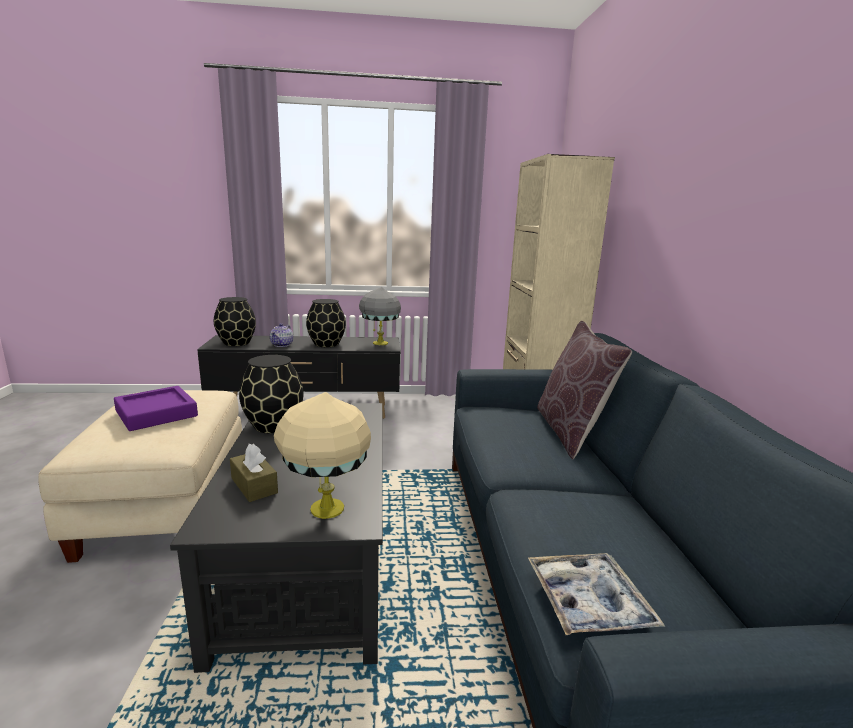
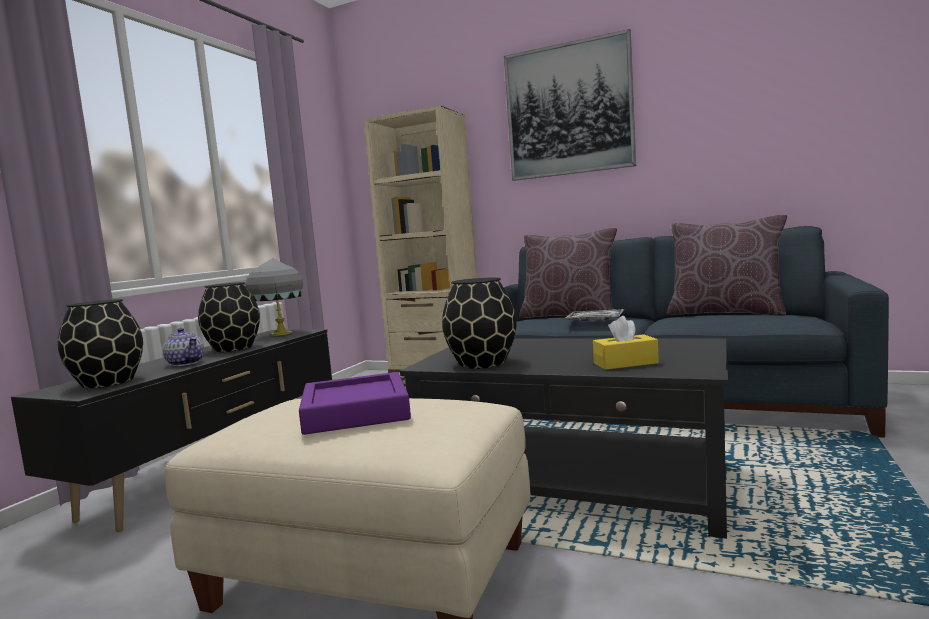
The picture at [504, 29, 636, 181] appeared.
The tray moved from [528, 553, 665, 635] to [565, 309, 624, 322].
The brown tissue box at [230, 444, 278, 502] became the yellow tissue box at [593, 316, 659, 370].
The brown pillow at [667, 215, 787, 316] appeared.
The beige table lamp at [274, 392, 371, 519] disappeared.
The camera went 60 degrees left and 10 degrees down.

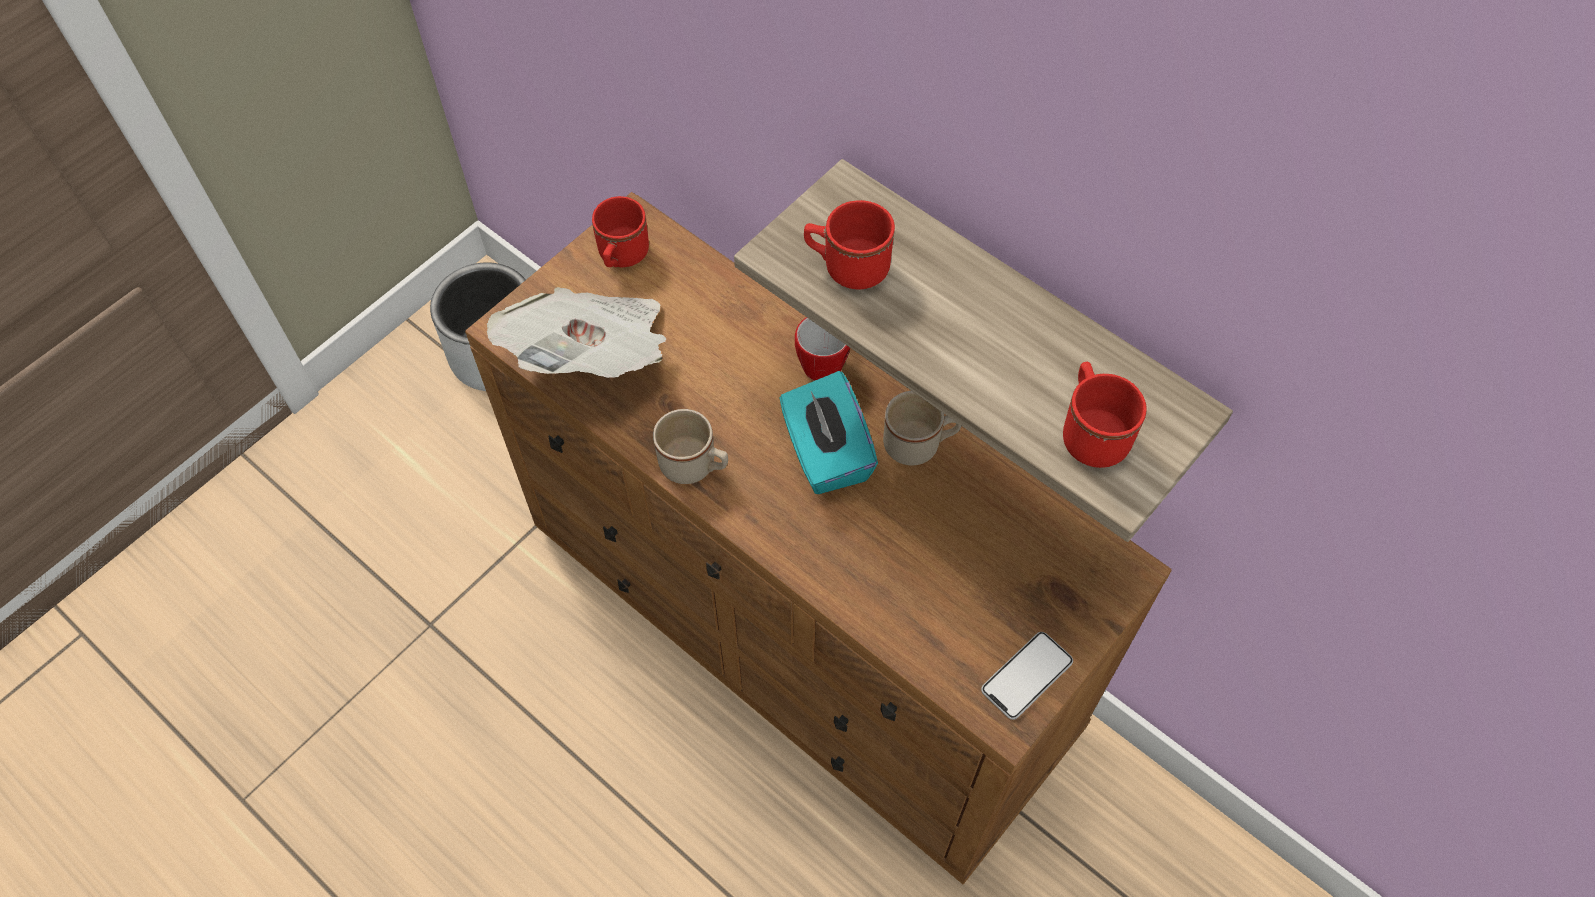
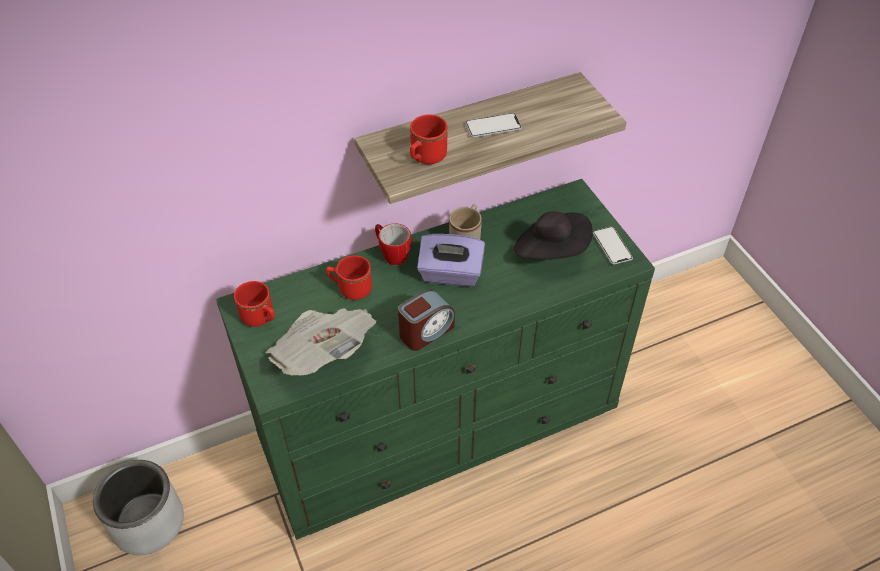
The brown dresser at [465, 192, 1172, 884] became the green dresser at [216, 179, 655, 540].
The red mug moved from [1063, 362, 1147, 468] to [326, 255, 372, 300].
The beige mug at [653, 409, 728, 484] was replaced by the alarm clock at [398, 290, 455, 351].
The turquoise tissue box at [780, 371, 878, 494] became the purple tissue box at [417, 234, 485, 287].
The phone at [465, 113, 522, 138] appeared.
The black hat at [514, 211, 592, 260] appeared.
The camera went 65 degrees left and 10 degrees down.

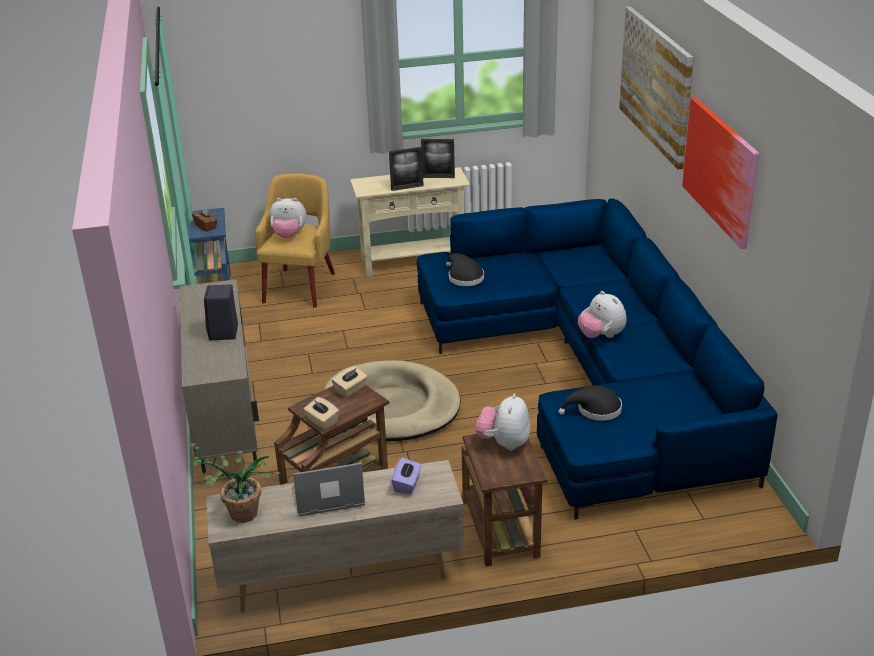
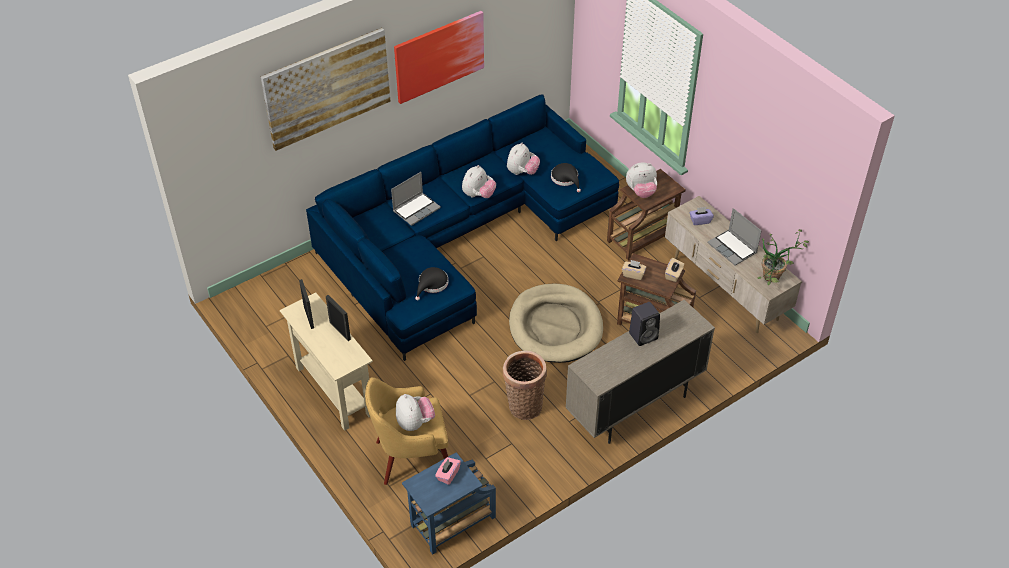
The laptop at [391, 172, 441, 226] appeared.
The brown tissue box at [192, 208, 218, 232] became the pink tissue box at [435, 457, 461, 485].
The basket at [503, 351, 547, 420] appeared.
The plush toy at [507, 142, 540, 175] appeared.
The camera went 115 degrees left and 15 degrees up.

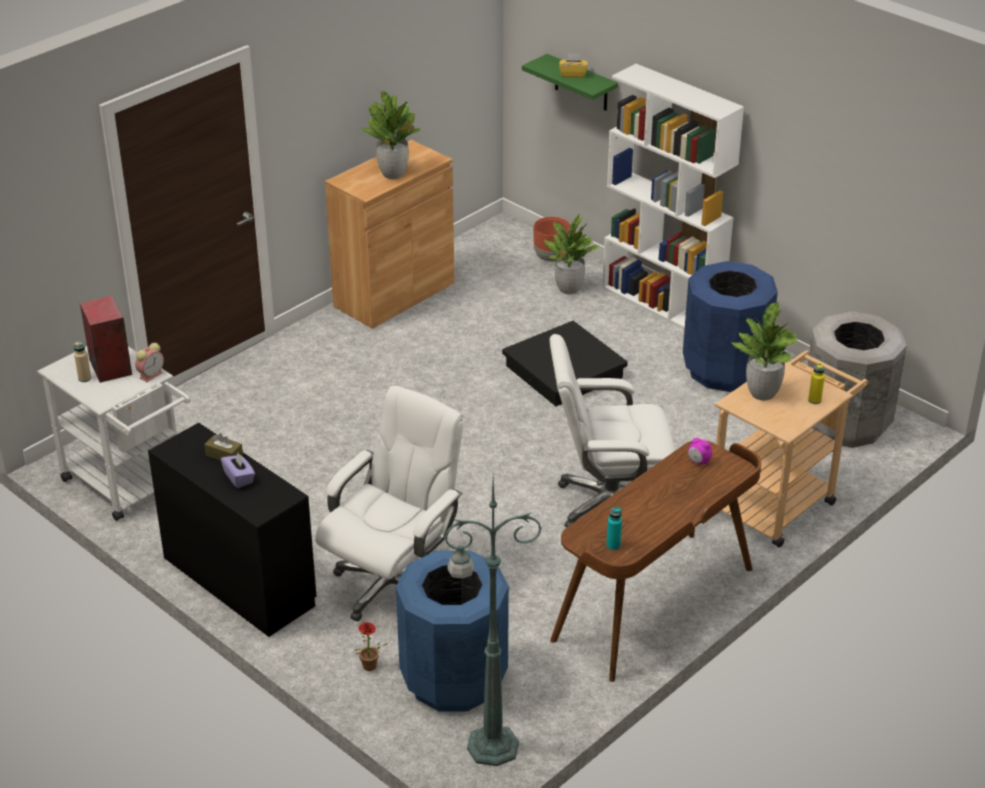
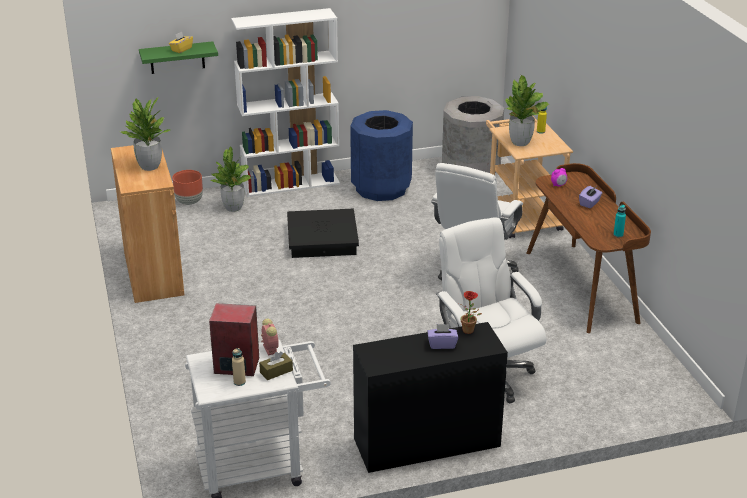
The brown tissue box moved from [204, 433, 243, 461] to [259, 351, 293, 380].
The potted plant moved from [354, 622, 389, 671] to [461, 291, 482, 334].
The purple tissue box at [579, 186, 602, 208] appeared.
The blue trash can at [396, 551, 509, 712] disappeared.
The green floor lamp at [444, 478, 542, 766] disappeared.
The camera went 60 degrees left and 5 degrees down.

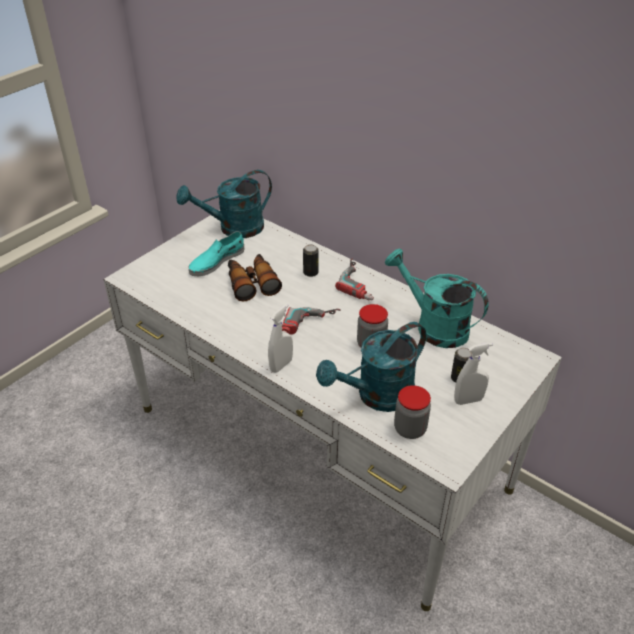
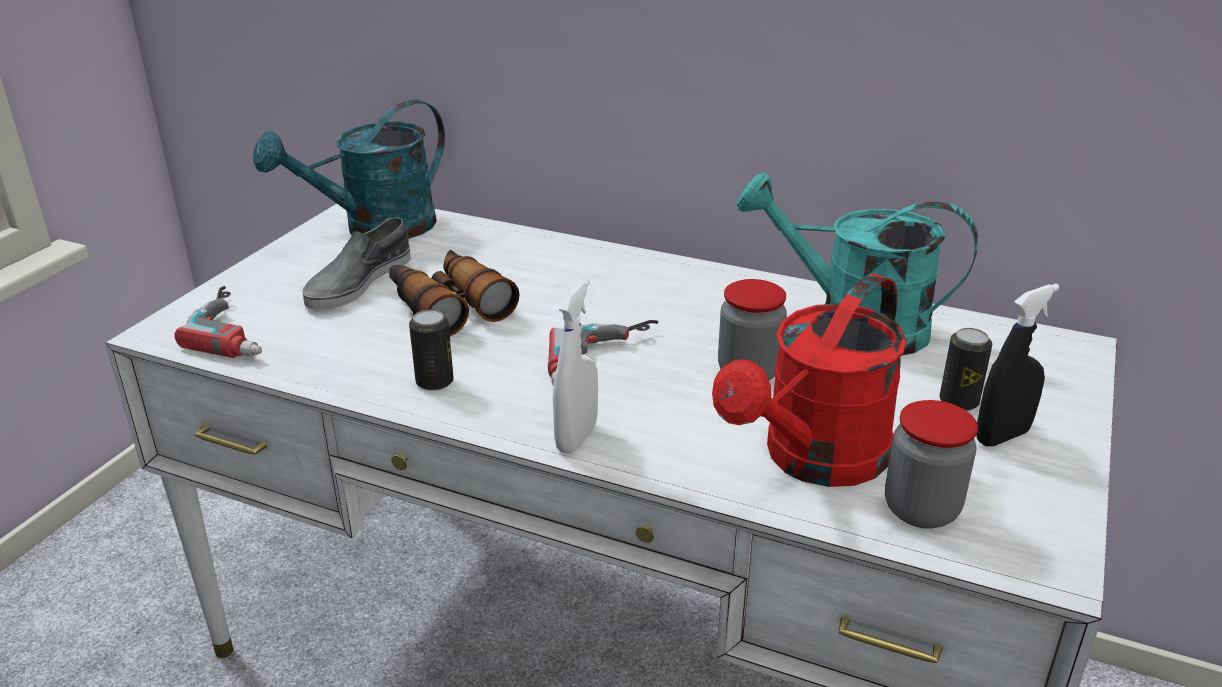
The power drill moved from [335, 258, 374, 300] to [174, 286, 262, 358].
The turquoise shoe at [189, 232, 244, 276] became the grey shoe at [302, 217, 411, 309].
The can moved from [303, 245, 319, 277] to [409, 310, 454, 391].
The turquoise watering can at [316, 322, 426, 412] became the red watering can at [712, 273, 907, 487].
The white spray bottle at [454, 343, 493, 405] became the black spray bottle at [976, 284, 1059, 446].
The camera went 15 degrees left and 10 degrees down.

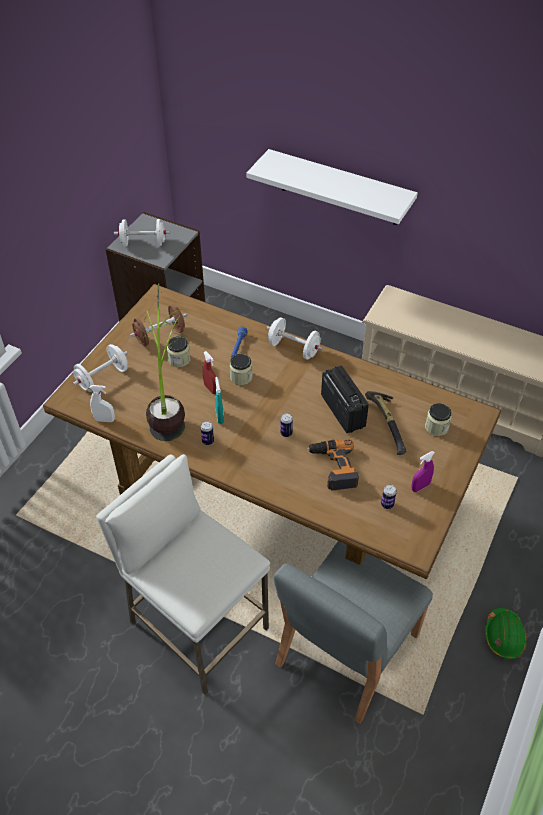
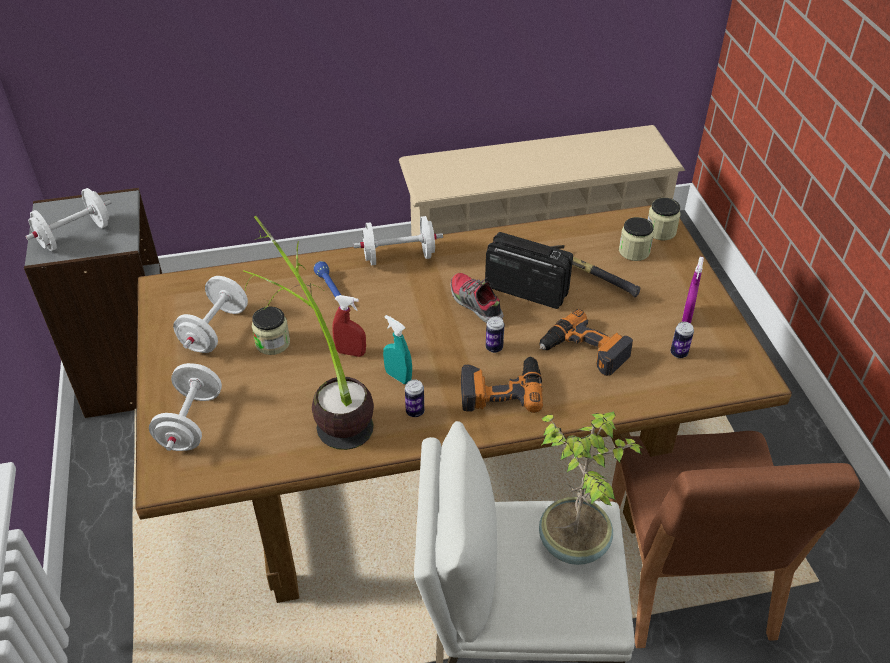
The brown dumbbell at [130, 305, 187, 346] became the white dumbbell at [173, 276, 248, 353].
The shoe at [450, 273, 504, 323] appeared.
The power drill at [461, 357, 543, 413] appeared.
The potted plant at [539, 411, 643, 565] appeared.
The grey chair at [274, 541, 433, 724] became the brown chair at [609, 431, 860, 648].
The jar moved from [229, 354, 253, 385] to [648, 198, 681, 240].
The white spray bottle at [90, 385, 115, 422] disappeared.
The white shelf at [246, 149, 418, 225] disappeared.
The green hard hat at [485, 608, 527, 659] disappeared.
The camera went 40 degrees left and 5 degrees down.

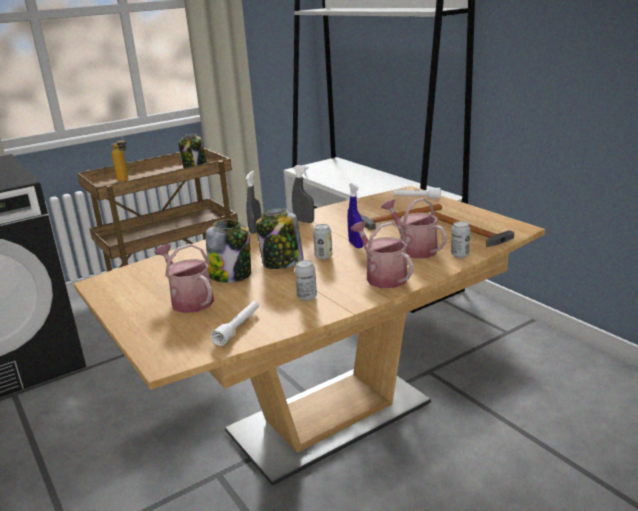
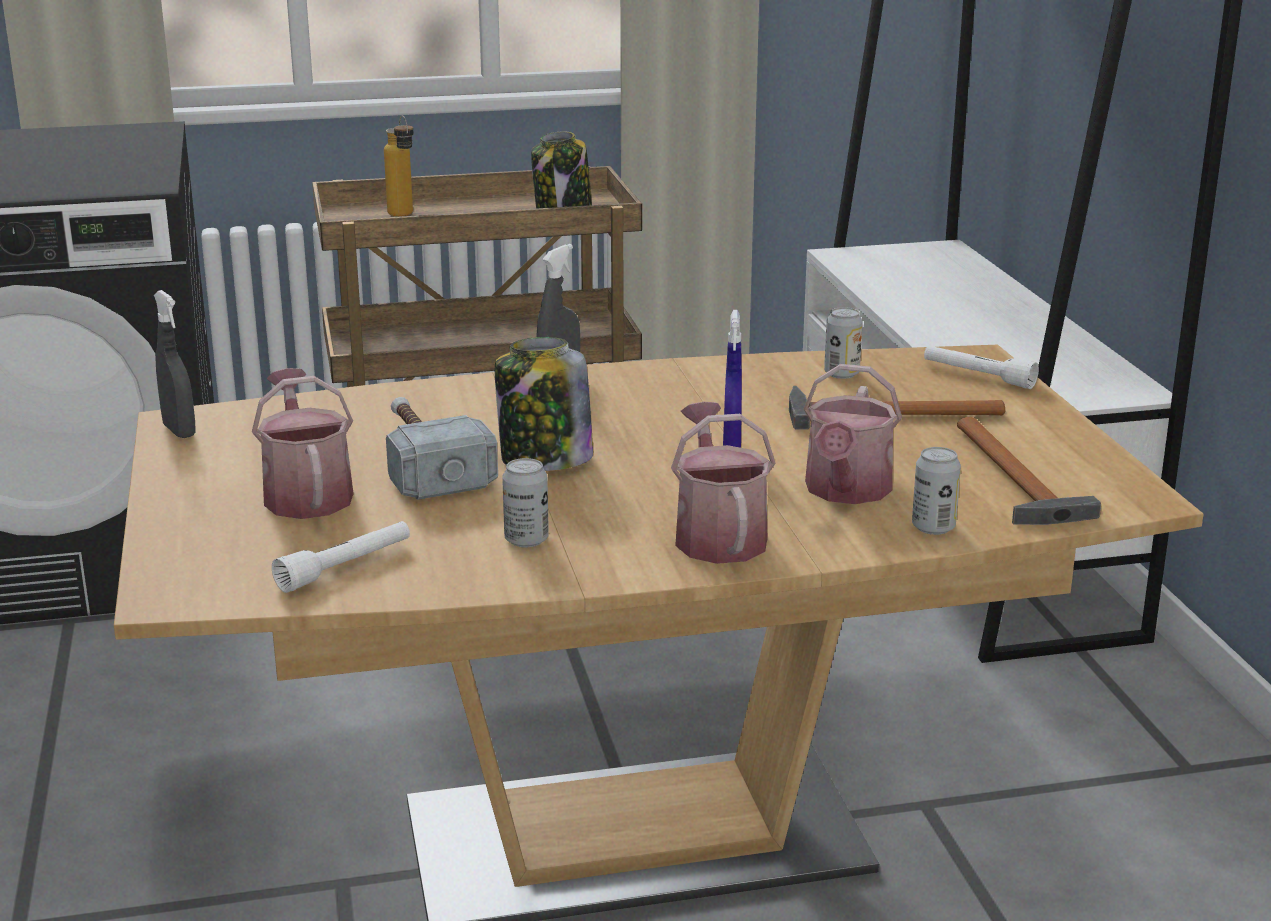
The grey spray bottle moved from [292, 165, 314, 223] to [154, 290, 195, 438].
The jar at [206, 220, 251, 283] was replaced by the hammer at [386, 397, 498, 500].
The watering can at [381, 198, 447, 259] turned 150 degrees counterclockwise.
The can moved from [313, 224, 332, 260] to [824, 307, 863, 379].
The camera went 20 degrees right and 0 degrees up.

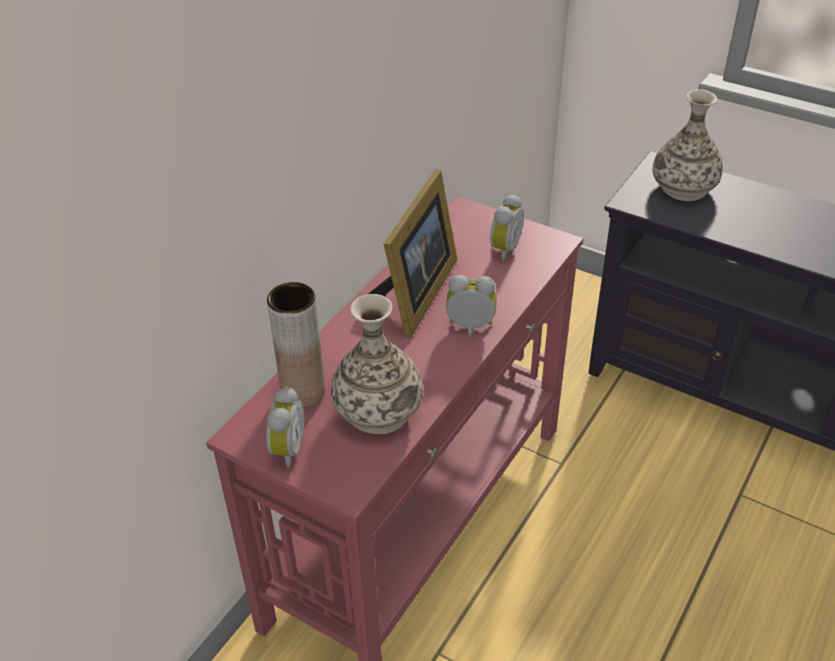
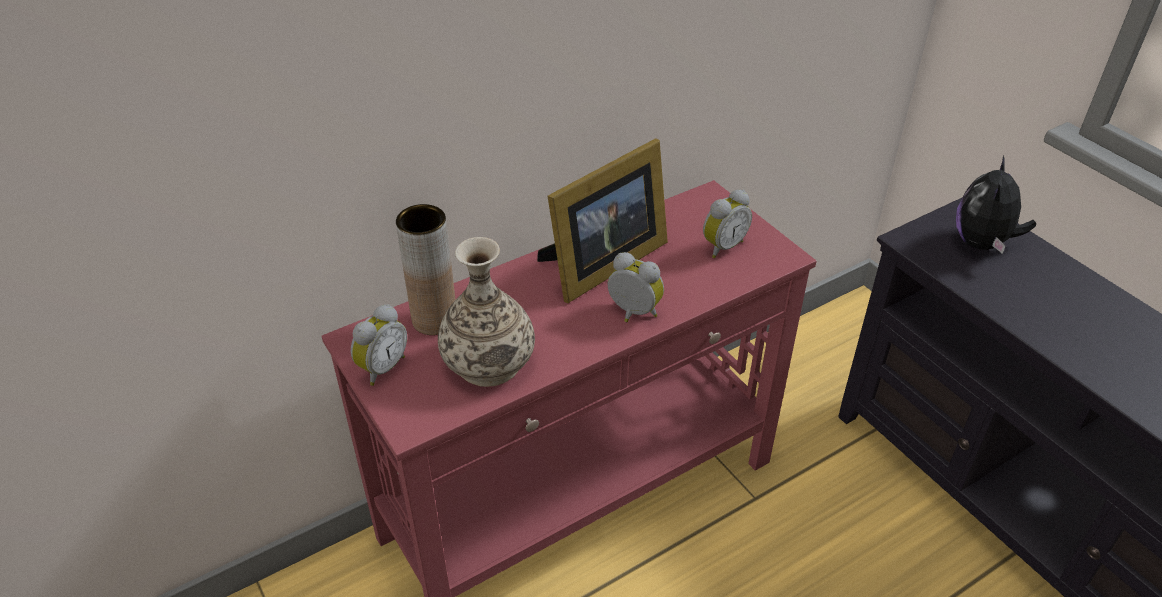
The vase at [653, 89, 723, 201] was replaced by the plush toy at [956, 156, 1036, 254].
The camera went 25 degrees right and 0 degrees up.

